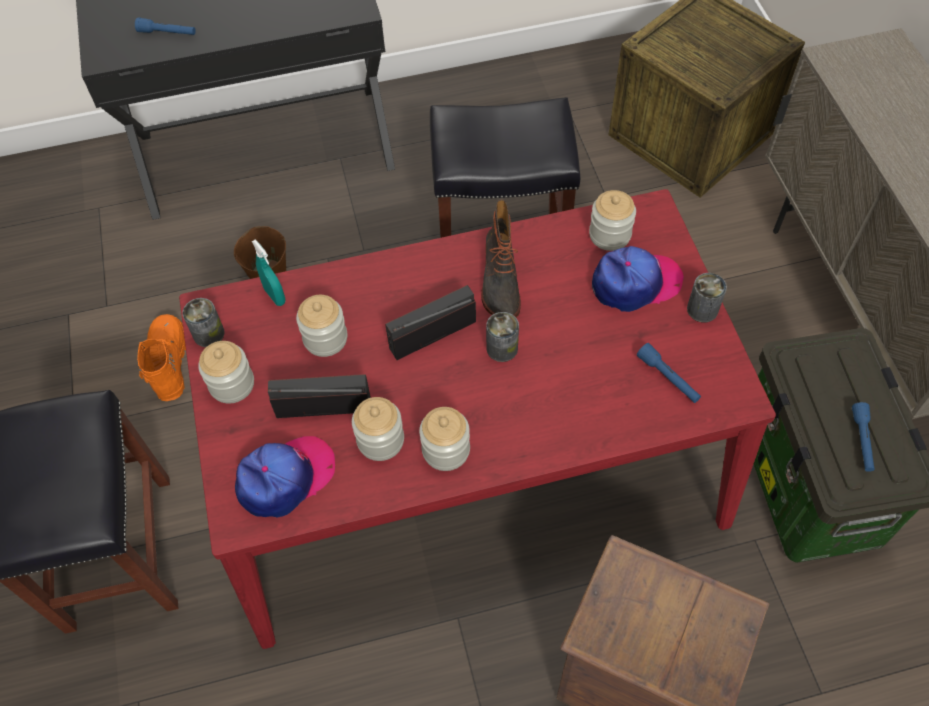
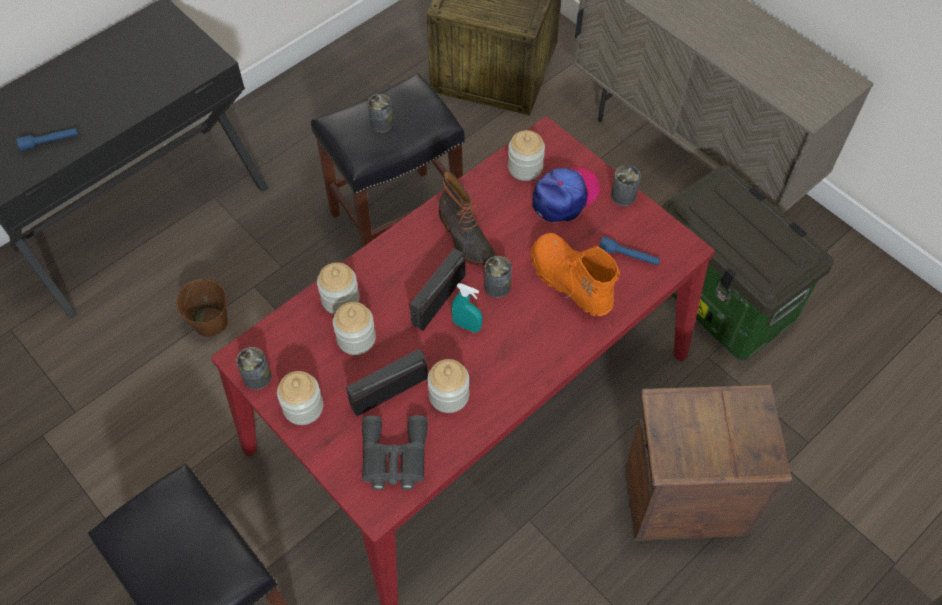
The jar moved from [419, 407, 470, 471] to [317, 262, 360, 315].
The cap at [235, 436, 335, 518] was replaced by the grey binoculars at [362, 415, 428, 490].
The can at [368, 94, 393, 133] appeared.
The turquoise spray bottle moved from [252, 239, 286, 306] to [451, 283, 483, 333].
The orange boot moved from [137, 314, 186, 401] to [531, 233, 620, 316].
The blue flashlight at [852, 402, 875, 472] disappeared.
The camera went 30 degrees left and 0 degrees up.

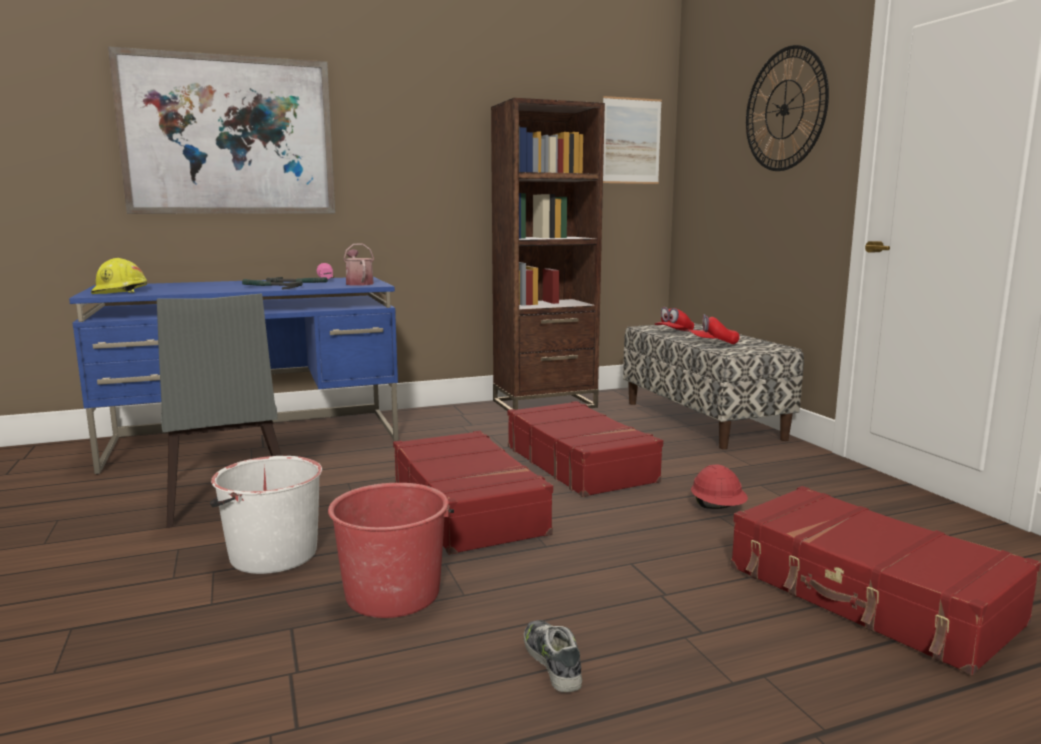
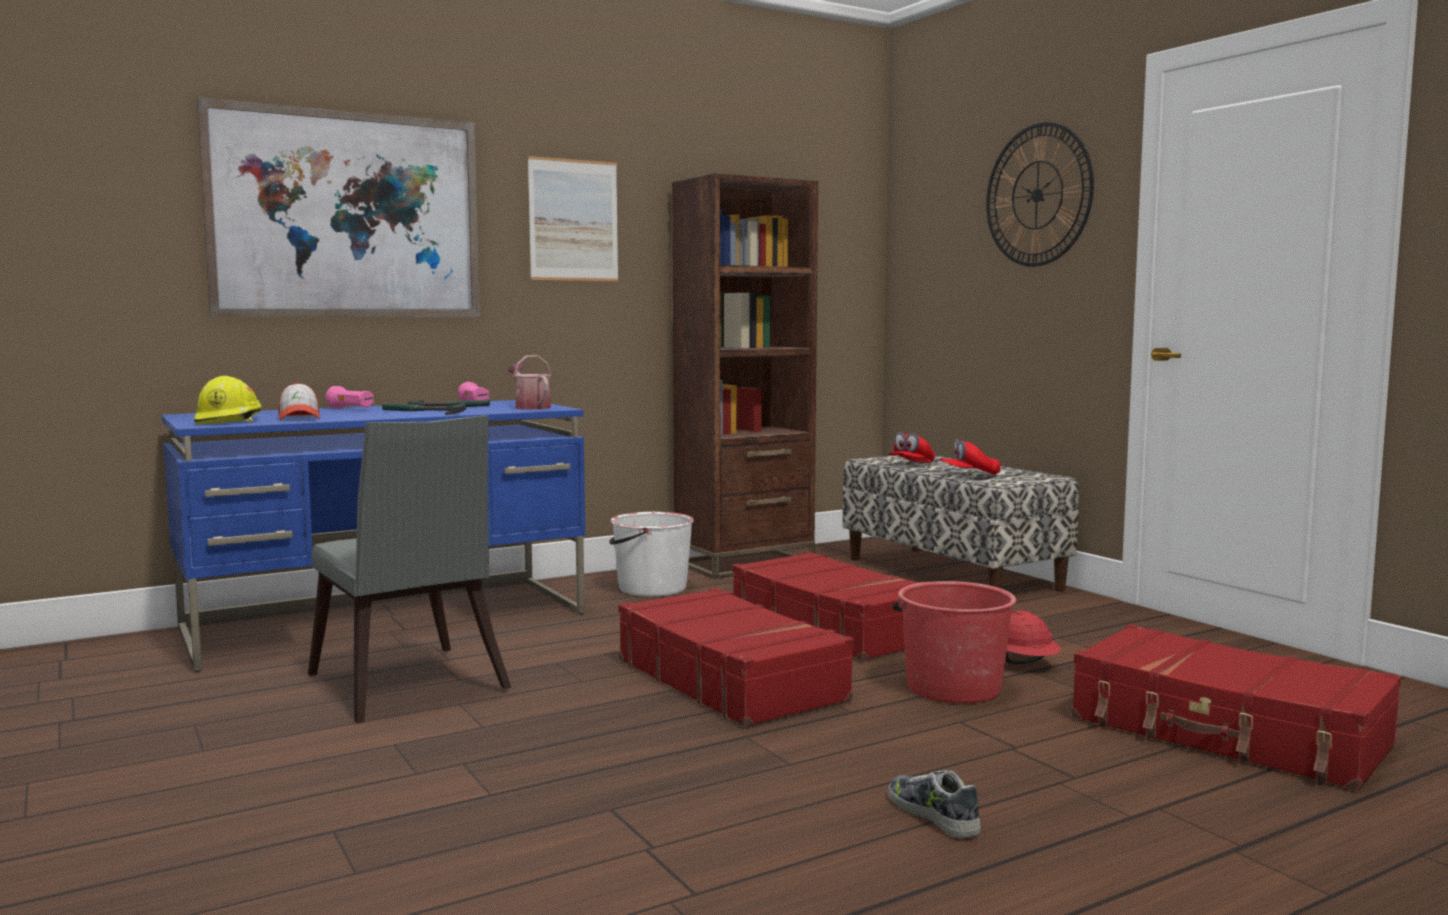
The cap at [278, 383, 320, 420] appeared.
The pink flashlight at [326, 386, 374, 408] appeared.
The picture moved from [603, 96, 662, 184] to [528, 156, 618, 281].
The white bucket moved from [210, 456, 322, 574] to [609, 512, 694, 596].
The red bucket moved from [327, 483, 454, 618] to [892, 581, 1016, 704].
The camera went 10 degrees left and 5 degrees down.

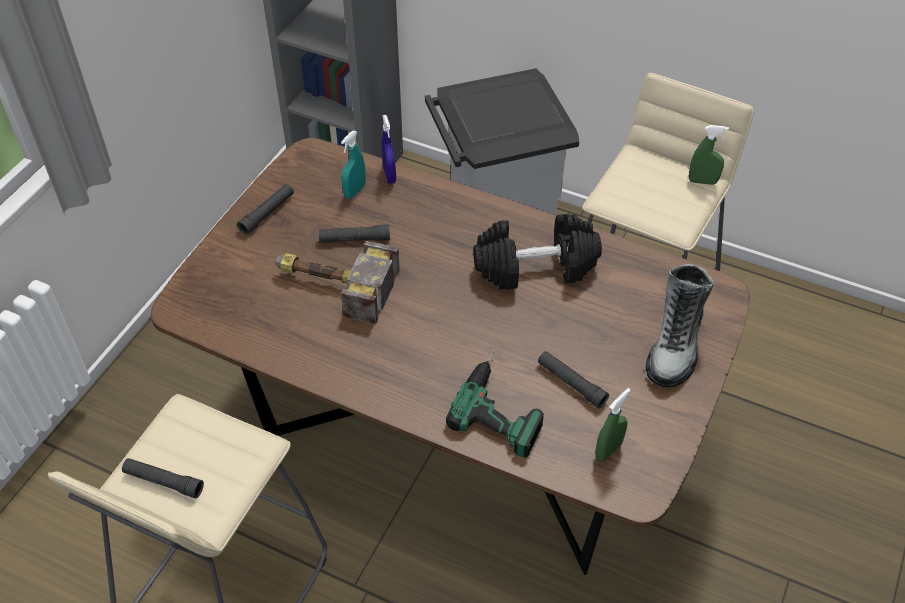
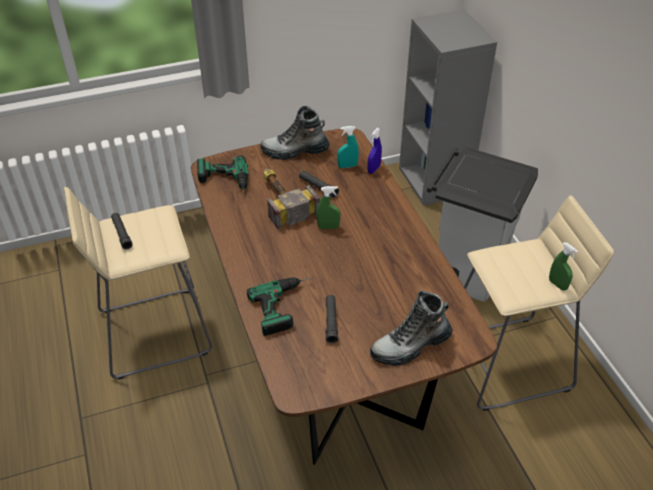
The power drill at [197, 155, 249, 196] appeared.
The black flashlight at [237, 184, 294, 235] was replaced by the boot at [260, 106, 330, 160].
The green spray bottle moved from [595, 388, 631, 461] to [317, 186, 341, 229].
The black dumbbell at [473, 214, 602, 290] disappeared.
The camera went 45 degrees right and 5 degrees down.

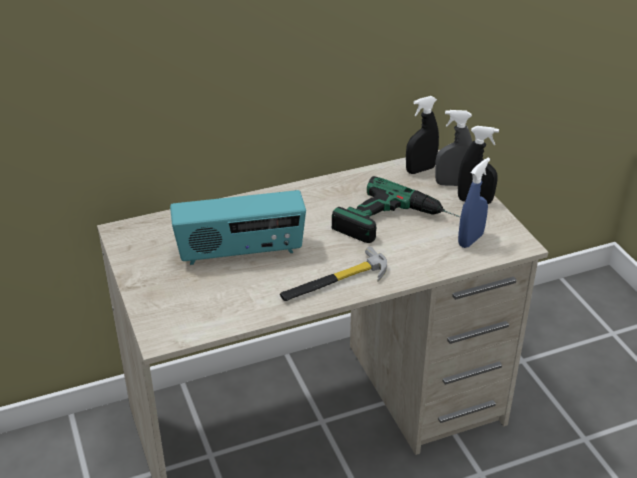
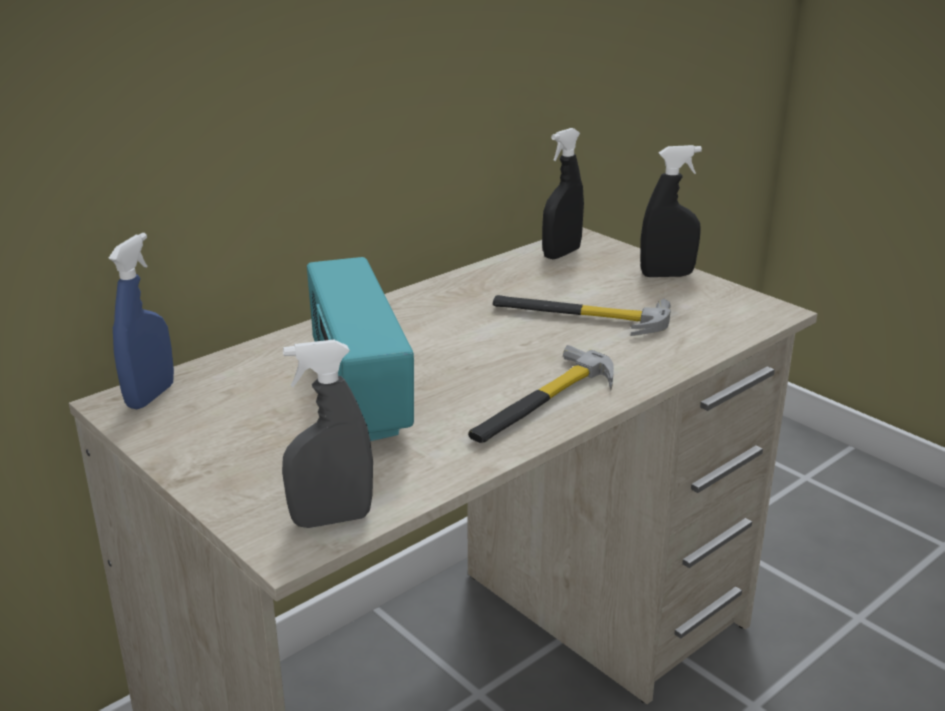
The blue spray bottle moved from [458, 158, 490, 248] to [109, 233, 174, 409].
The grey spray bottle moved from [435, 110, 472, 186] to [282, 340, 373, 528].
The radio at [170, 190, 306, 265] turned 105 degrees clockwise.
The power drill at [332, 176, 460, 243] was replaced by the hammer at [493, 295, 671, 336].
The camera went 20 degrees left and 10 degrees down.

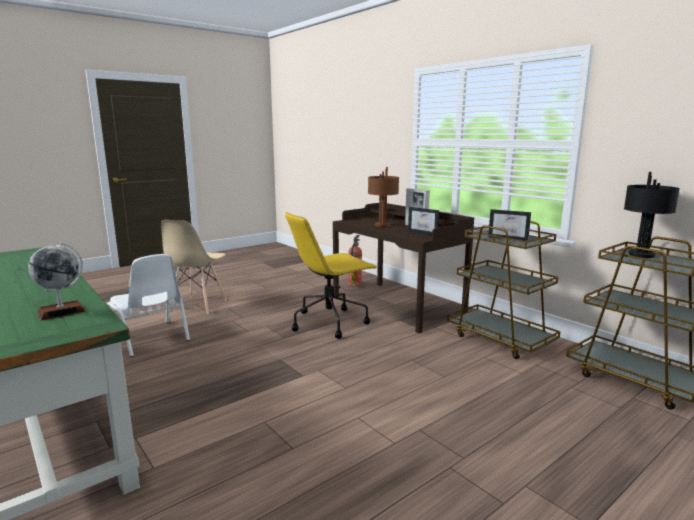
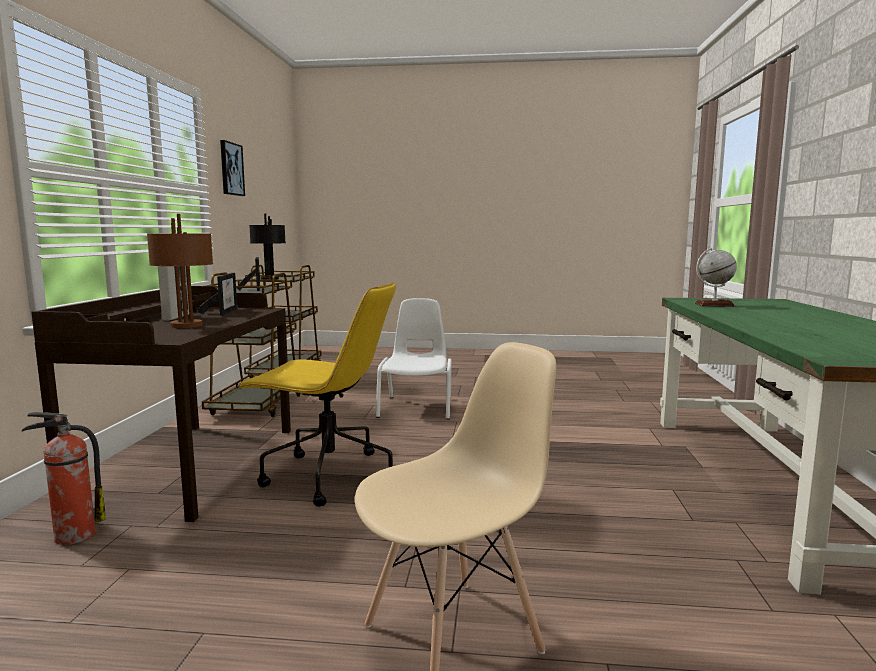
The picture at [220, 140, 245, 196] appeared.
The white chair moved from [107, 254, 190, 357] to [376, 298, 452, 419].
The camera went 135 degrees left and 5 degrees down.

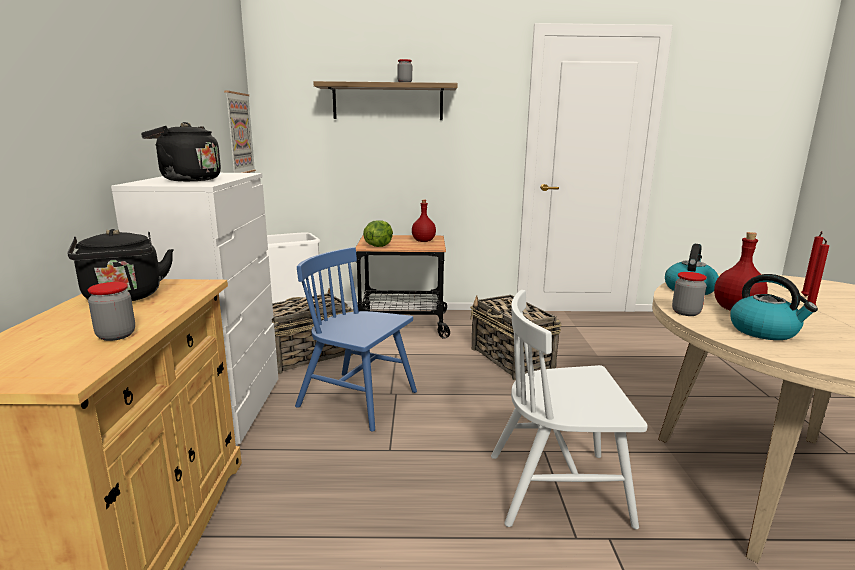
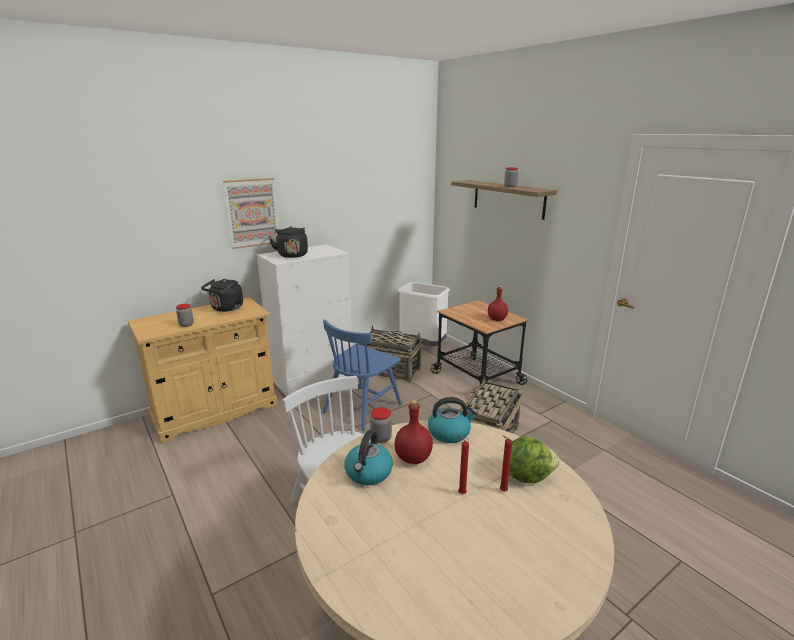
The picture moved from [224, 91, 256, 173] to [223, 178, 278, 249].
The blue chair at [295, 247, 417, 432] turned 135 degrees counterclockwise.
The lettuce moved from [363, 220, 393, 247] to [503, 436, 560, 483].
The camera went 55 degrees right and 5 degrees up.

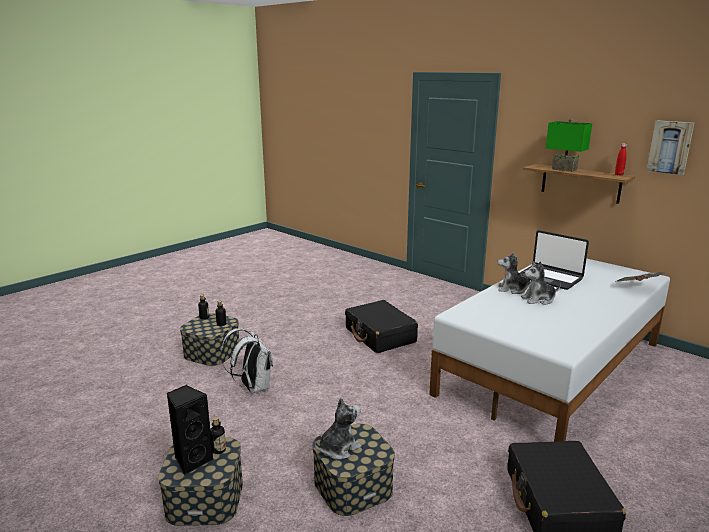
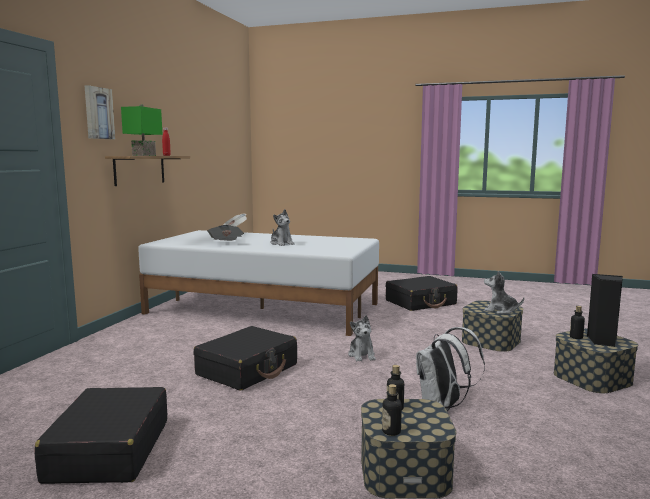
The black suitcase at [34, 387, 167, 484] appeared.
The picture moved from [647, 120, 694, 175] to [85, 85, 115, 139].
The laptop at [520, 230, 589, 290] was replaced by the newspaper at [207, 225, 244, 241].
The plush toy moved from [497, 252, 531, 294] to [348, 315, 376, 362].
The camera went 115 degrees left and 10 degrees down.

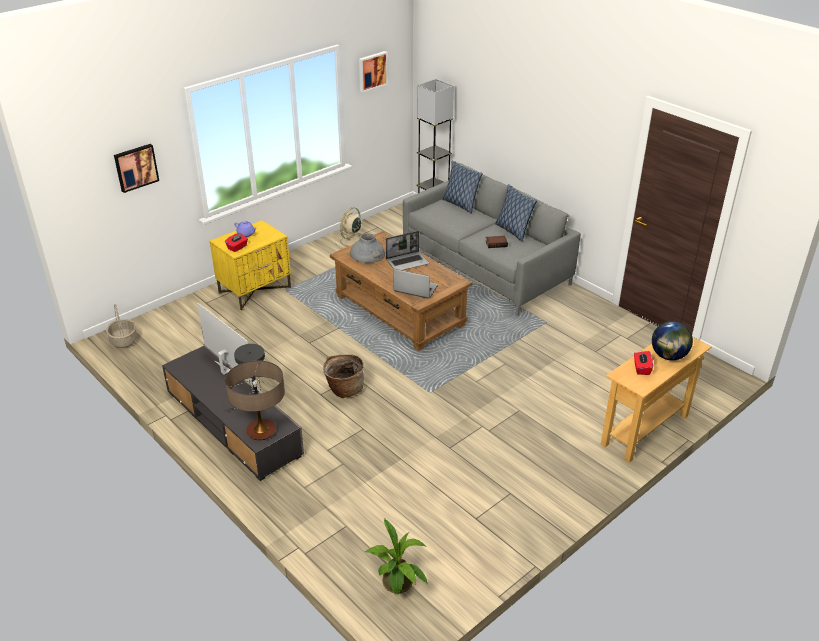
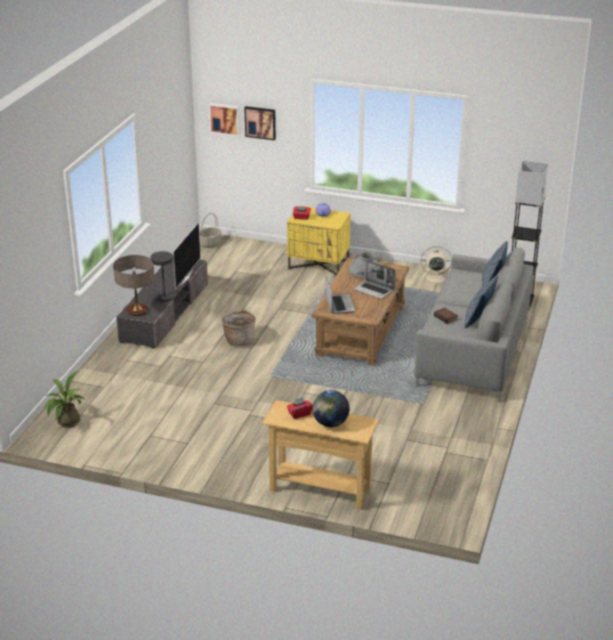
The picture moved from [359, 51, 388, 93] to [209, 103, 240, 137].
The camera went 60 degrees right and 5 degrees down.

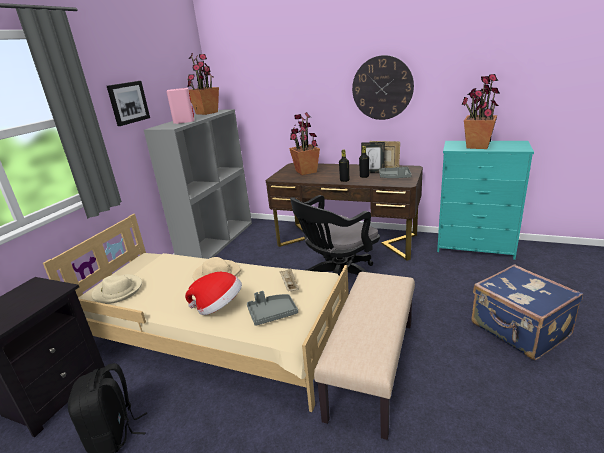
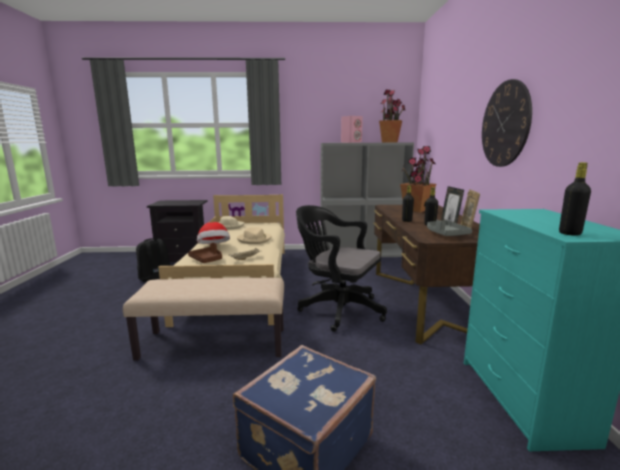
The grey tray at [247, 291, 298, 326] became the brown tray at [188, 243, 222, 263].
The black bottle at [559, 162, 591, 236] appeared.
The picture at [107, 81, 150, 126] disappeared.
The potted plant at [462, 74, 500, 149] disappeared.
The camera went 65 degrees right and 10 degrees down.

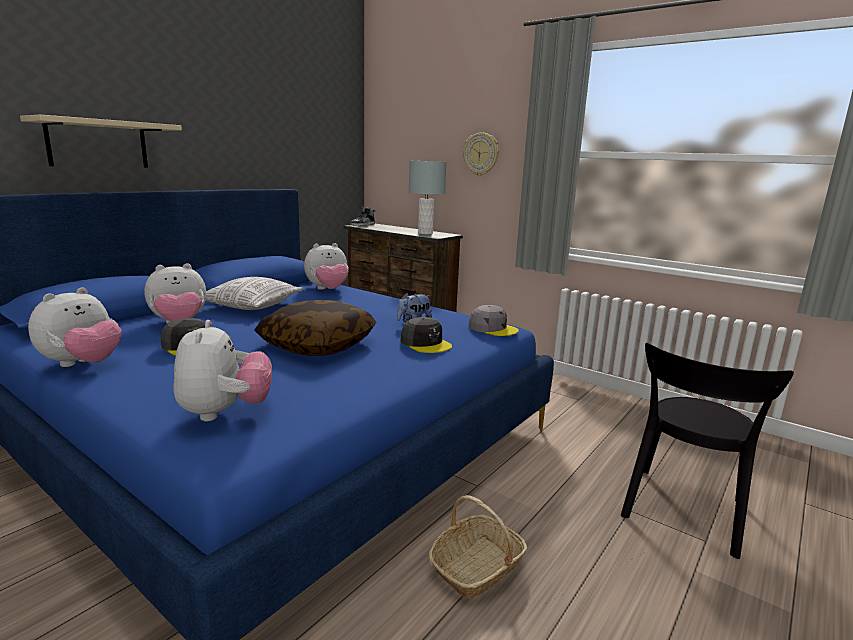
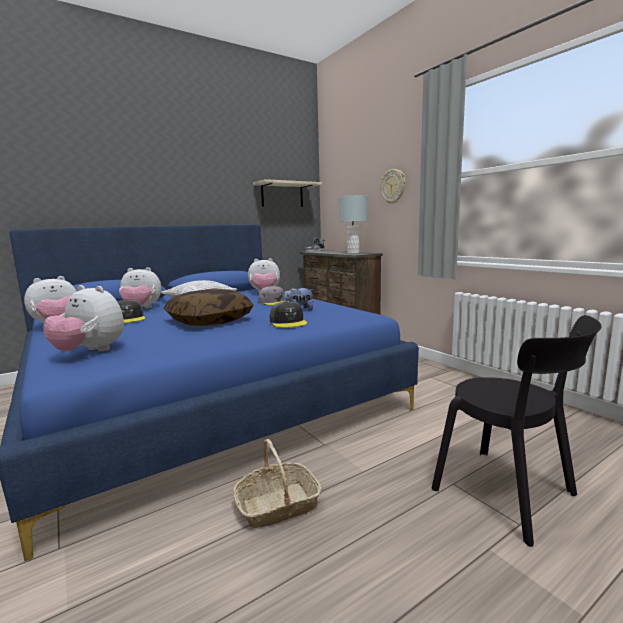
The plush toy at [173, 320, 272, 421] turned 105 degrees clockwise.
The beige shelf moved from [20, 115, 182, 167] to [253, 179, 322, 207].
The grey cap moved from [468, 305, 519, 336] to [258, 286, 290, 305].
The black chair at [621, 342, 794, 559] turned 90 degrees counterclockwise.
The camera went 20 degrees right and 5 degrees down.

